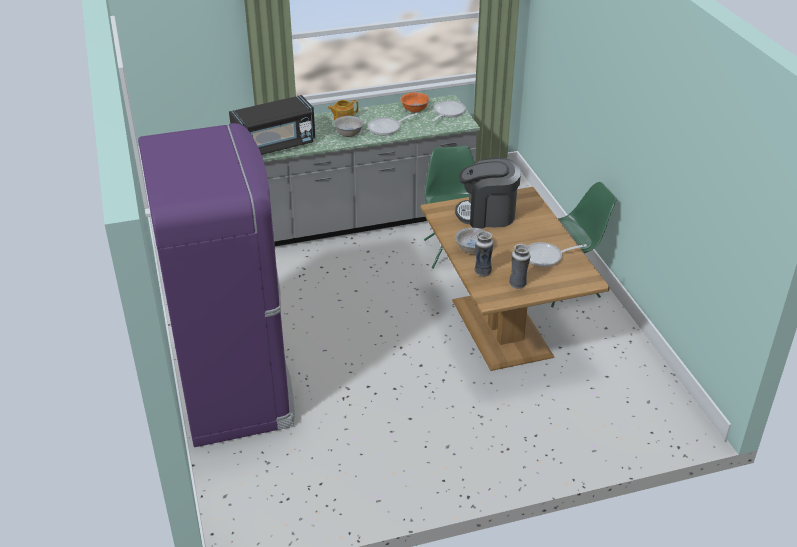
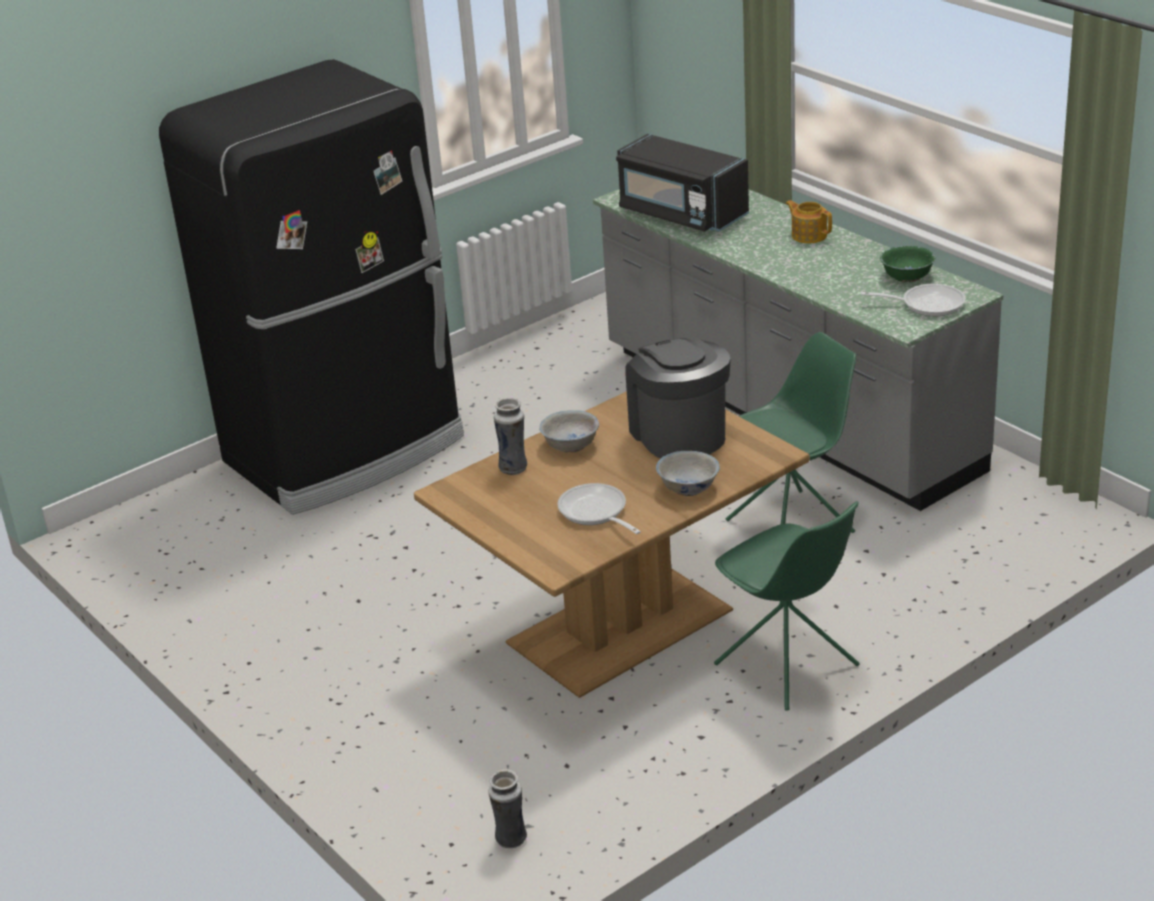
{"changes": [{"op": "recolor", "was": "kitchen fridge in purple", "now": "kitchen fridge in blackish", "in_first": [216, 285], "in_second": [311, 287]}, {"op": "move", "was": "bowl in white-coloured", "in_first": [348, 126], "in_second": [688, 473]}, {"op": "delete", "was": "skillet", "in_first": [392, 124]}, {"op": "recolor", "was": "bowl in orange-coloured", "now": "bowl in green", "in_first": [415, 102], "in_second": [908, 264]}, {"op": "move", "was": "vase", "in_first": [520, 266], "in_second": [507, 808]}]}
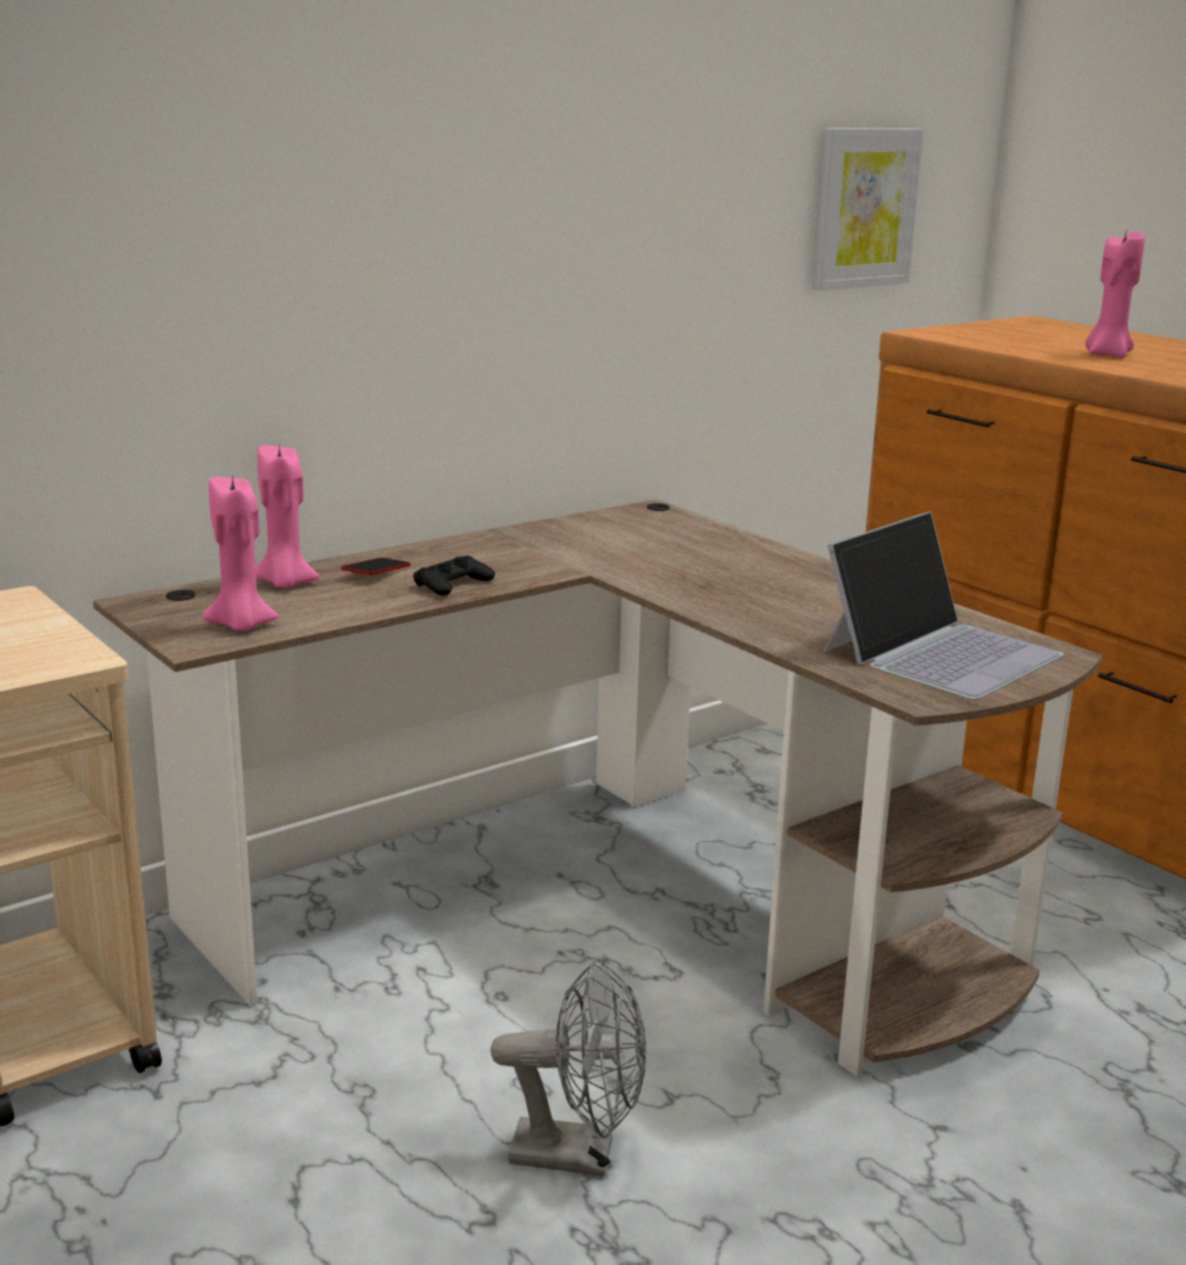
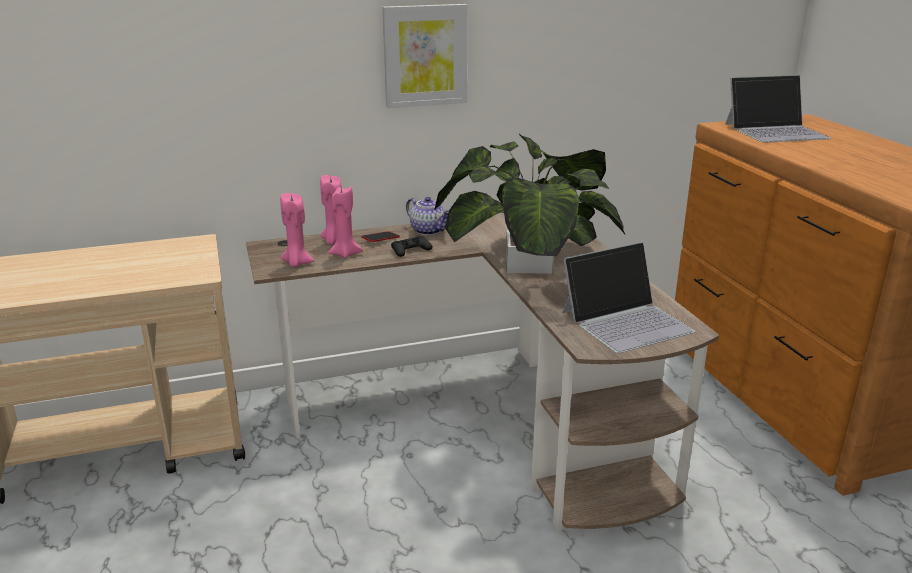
{"changes": [{"op": "delete", "was": "electric fan in gray", "in_first": [568, 1068]}, {"op": "move", "was": "wall picture", "in_first": [868, 209], "in_second": [425, 56]}, {"op": "move", "was": "wax light in pink-coloured", "in_first": [1115, 293], "in_second": [345, 222]}, {"op": "insert", "now": "tea pot", "in_second": [427, 216]}, {"op": "insert", "now": "plant in a pot", "in_second": [529, 203]}, {"op": "insert", "now": "portable computer", "in_second": [778, 109]}]}
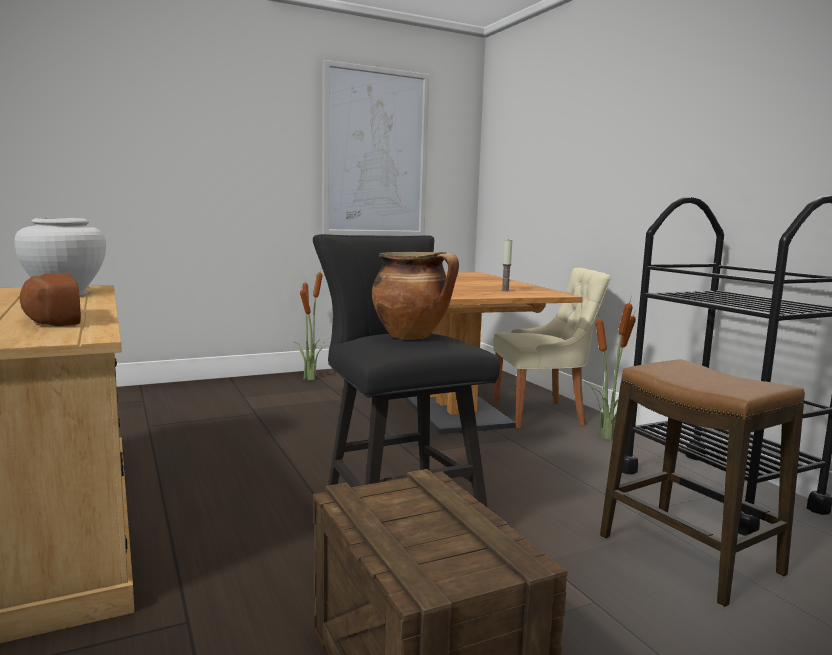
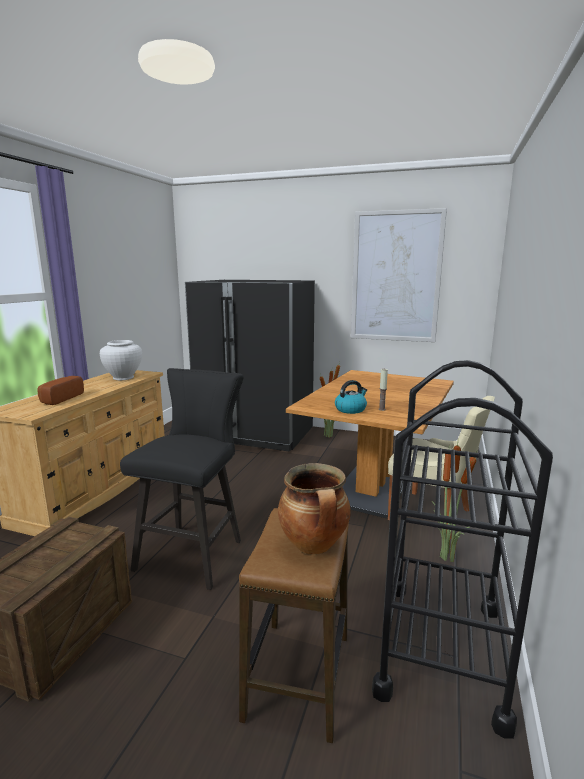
{"changes": [{"op": "move", "was": "cooking pot", "in_first": [415, 295], "in_second": [314, 508]}, {"op": "insert", "now": "kitchen fridge in blackish", "in_second": [250, 366]}, {"op": "insert", "now": "kettle", "in_second": [351, 397]}]}
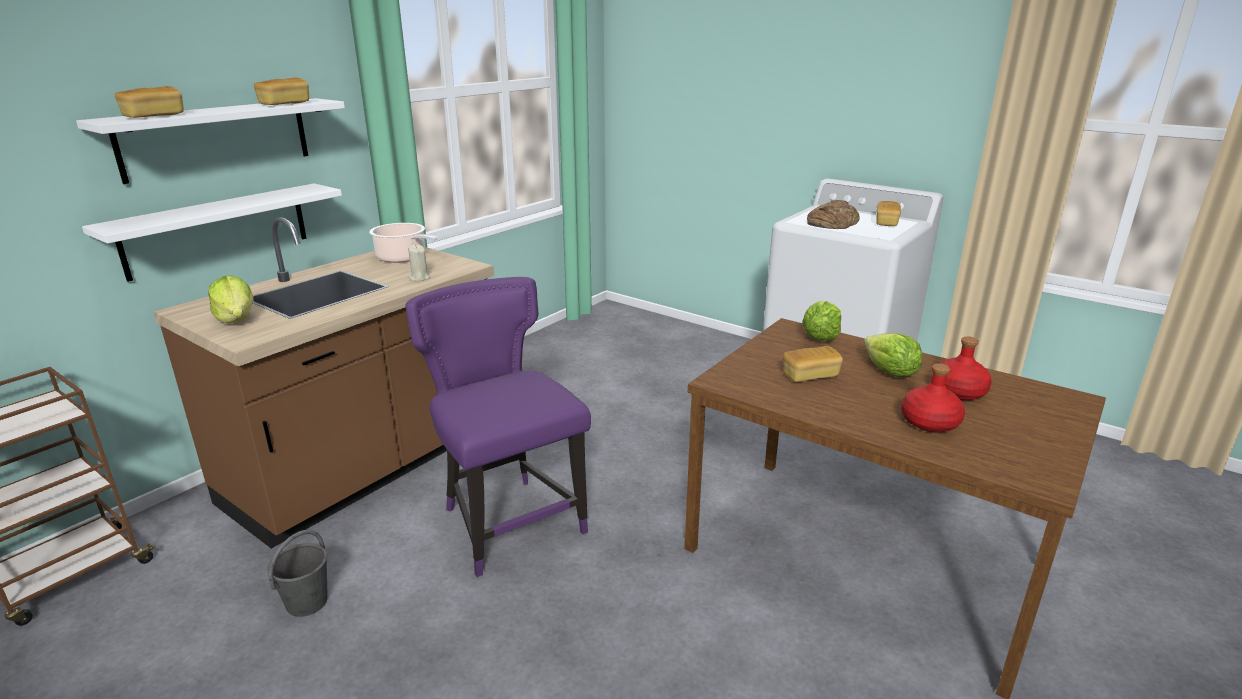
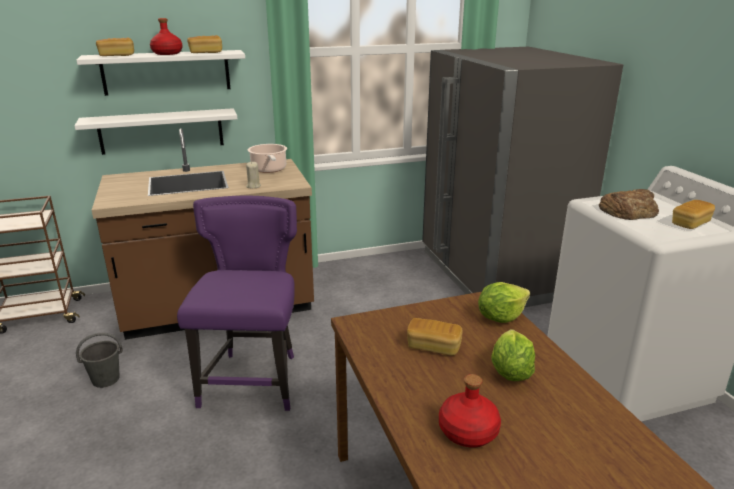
{"changes": [{"op": "delete", "was": "lettuce head", "in_first": [231, 299]}, {"op": "move", "was": "bottle in red", "in_first": [966, 368], "in_second": [166, 36]}, {"op": "insert", "now": "kitchen fridge in gray", "in_second": [522, 177]}]}
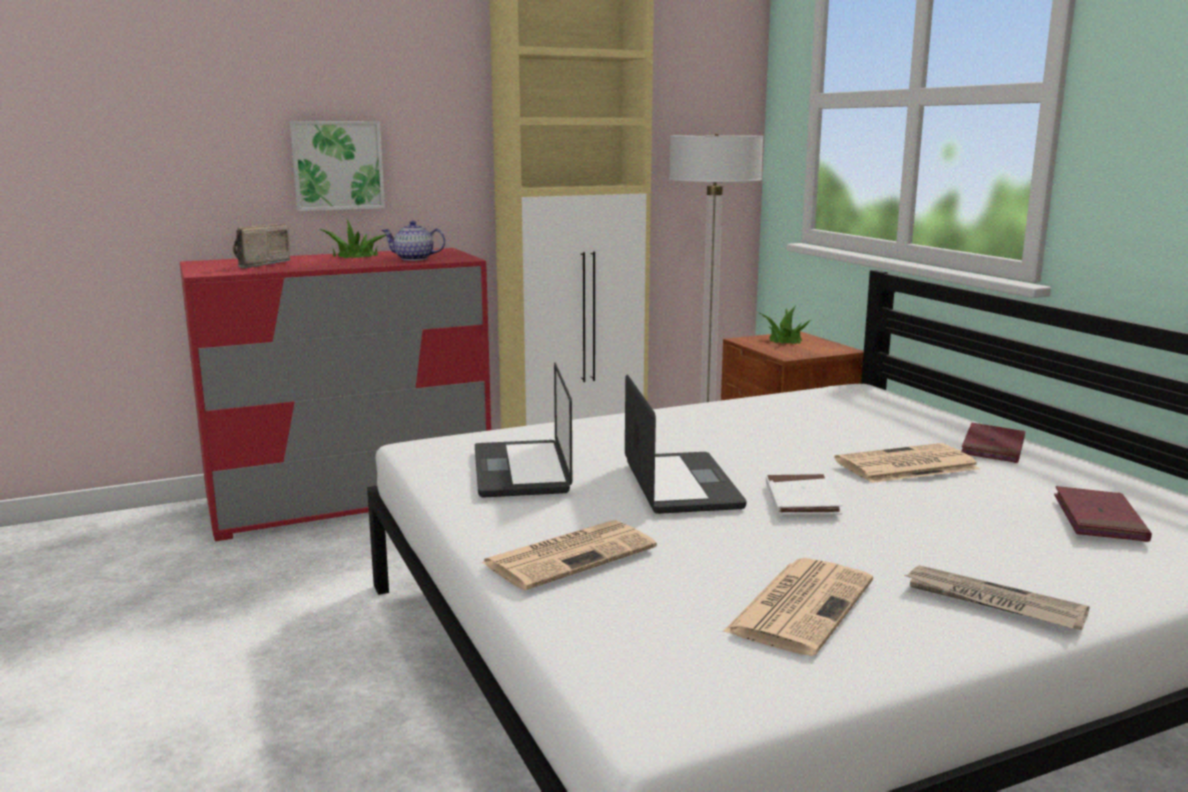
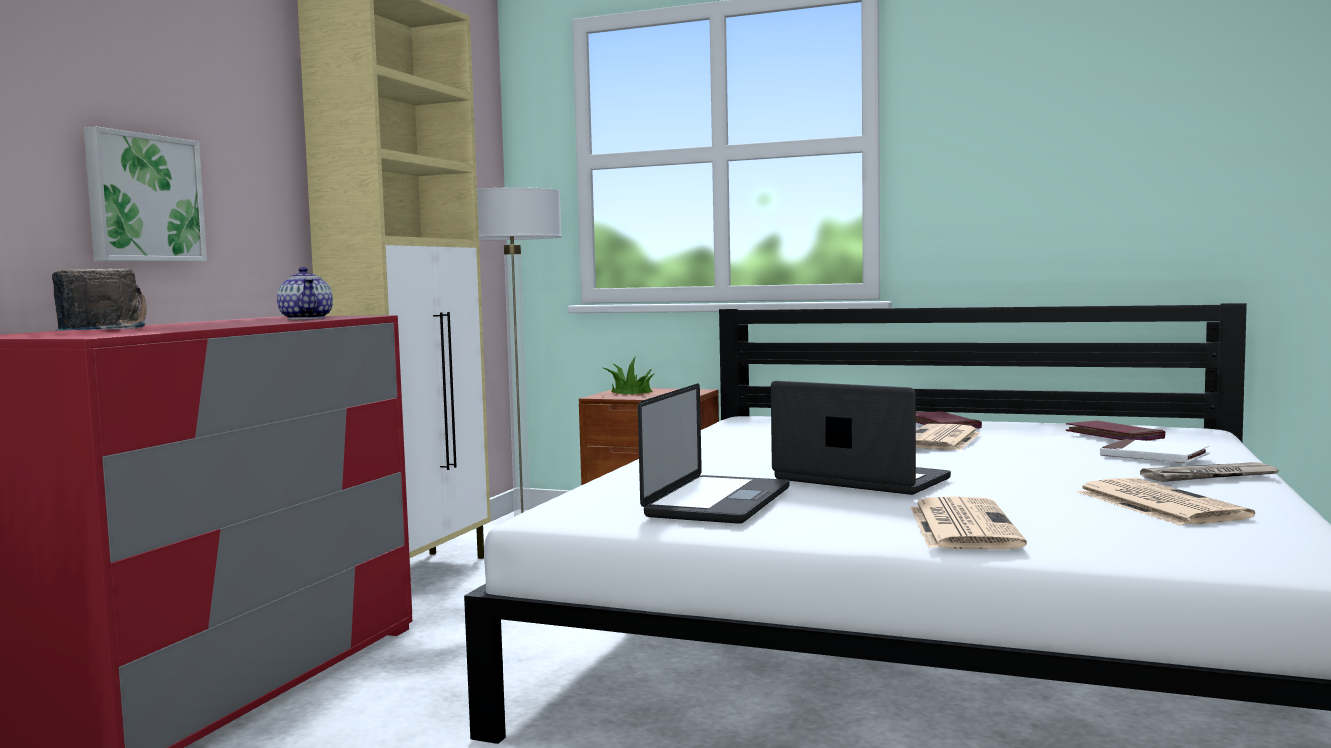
{"changes": [{"op": "rotate", "was": "radio receiver", "in_first": [262, 246], "in_second": [99, 299], "clockwise": -150}, {"op": "delete", "was": "plant in a pot", "in_first": [353, 238]}, {"op": "rotate", "was": "tea pot", "in_first": [413, 241], "in_second": [305, 293], "clockwise": -75}, {"op": "rotate", "was": "portable computer", "in_first": [523, 430], "in_second": [714, 454], "clockwise": -105}, {"op": "move", "was": "book in white-coloured", "in_first": [804, 494], "in_second": [1155, 451]}]}
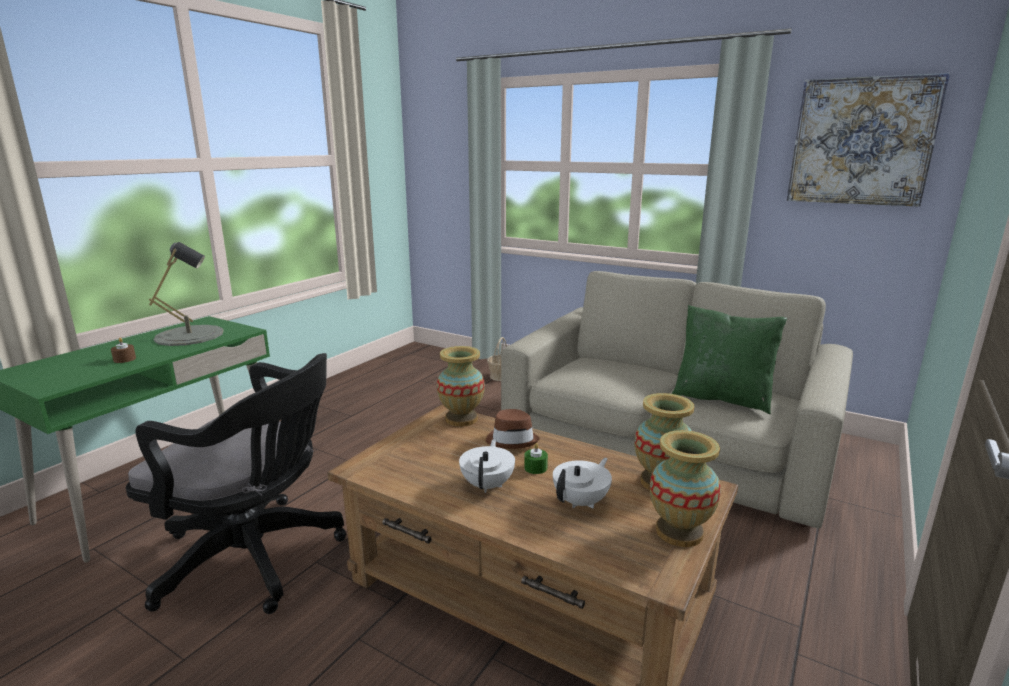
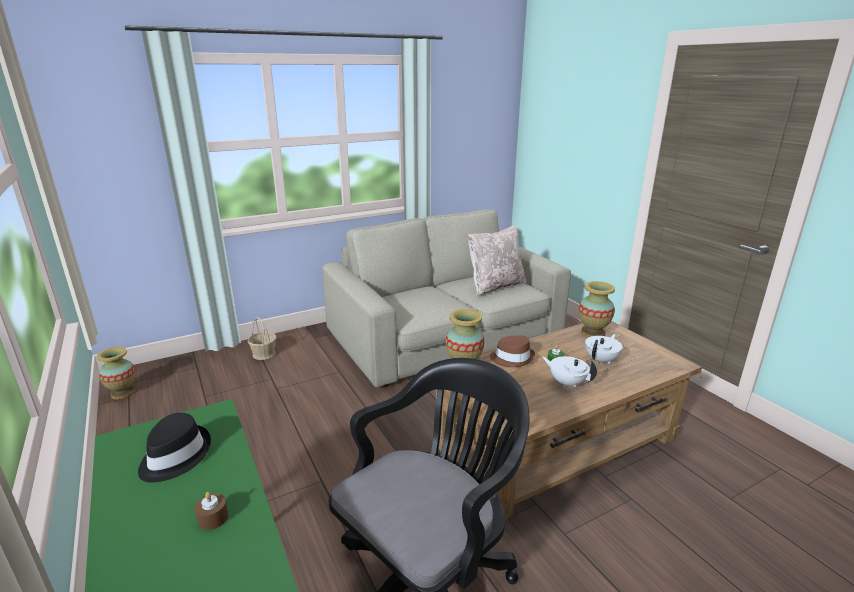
{"changes": [{"op": "replace", "was": "lamp for a table in gray", "now": "hat in blackish", "in_first": [186, 294], "in_second": [174, 448]}, {"op": "rotate", "was": "tea pot in white-coloured", "in_first": [582, 483], "in_second": [604, 349], "clockwise": 60}, {"op": "move", "was": "vase", "in_first": [685, 488], "in_second": [116, 373]}, {"op": "recolor", "was": "pillow in green", "now": "pillow in beige", "in_first": [729, 359], "in_second": [497, 260]}, {"op": "delete", "was": "wall picture", "in_first": [868, 140]}]}
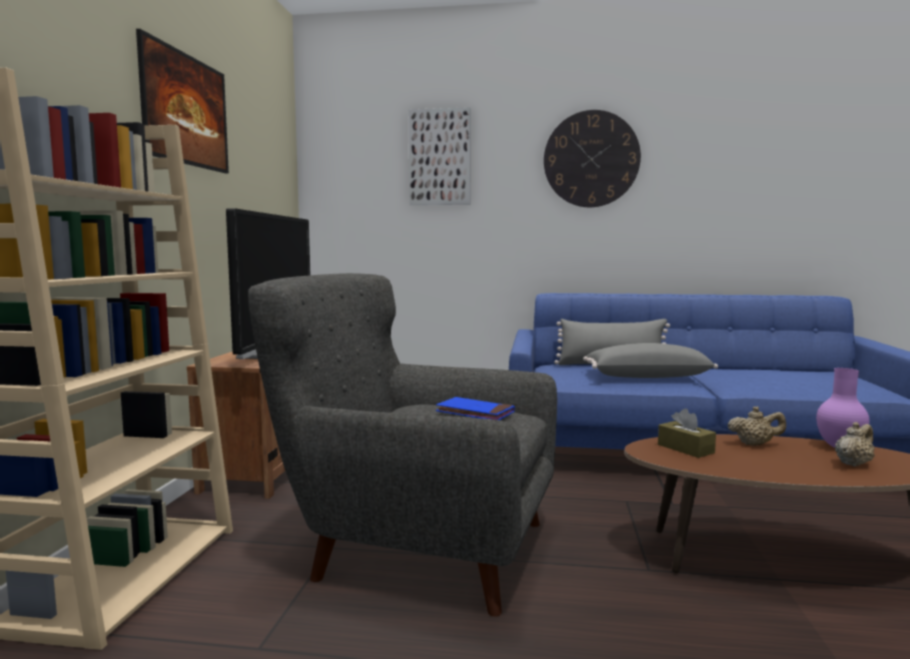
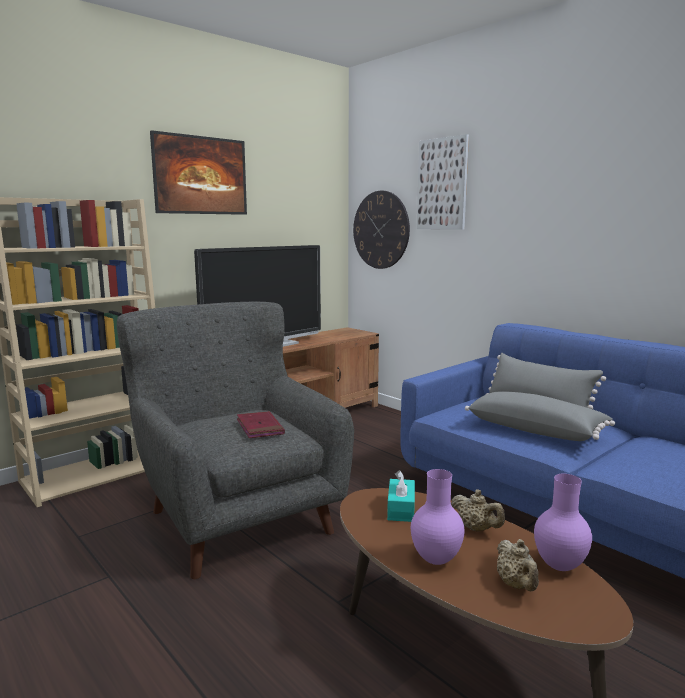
{"changes": [{"op": "recolor", "was": "book in blue", "now": "book in red", "in_first": [475, 408], "in_second": [261, 424]}, {"op": "move", "was": "wall clock", "in_first": [592, 158], "in_second": [381, 230]}, {"op": "recolor", "was": "box of tissues in brown", "now": "box of tissues in blue-green", "in_first": [687, 433], "in_second": [401, 496]}, {"op": "rotate", "was": "tea pot in beige", "in_first": [855, 444], "in_second": [518, 565], "clockwise": 75}, {"op": "insert", "now": "vase in purple", "in_second": [438, 517]}]}
